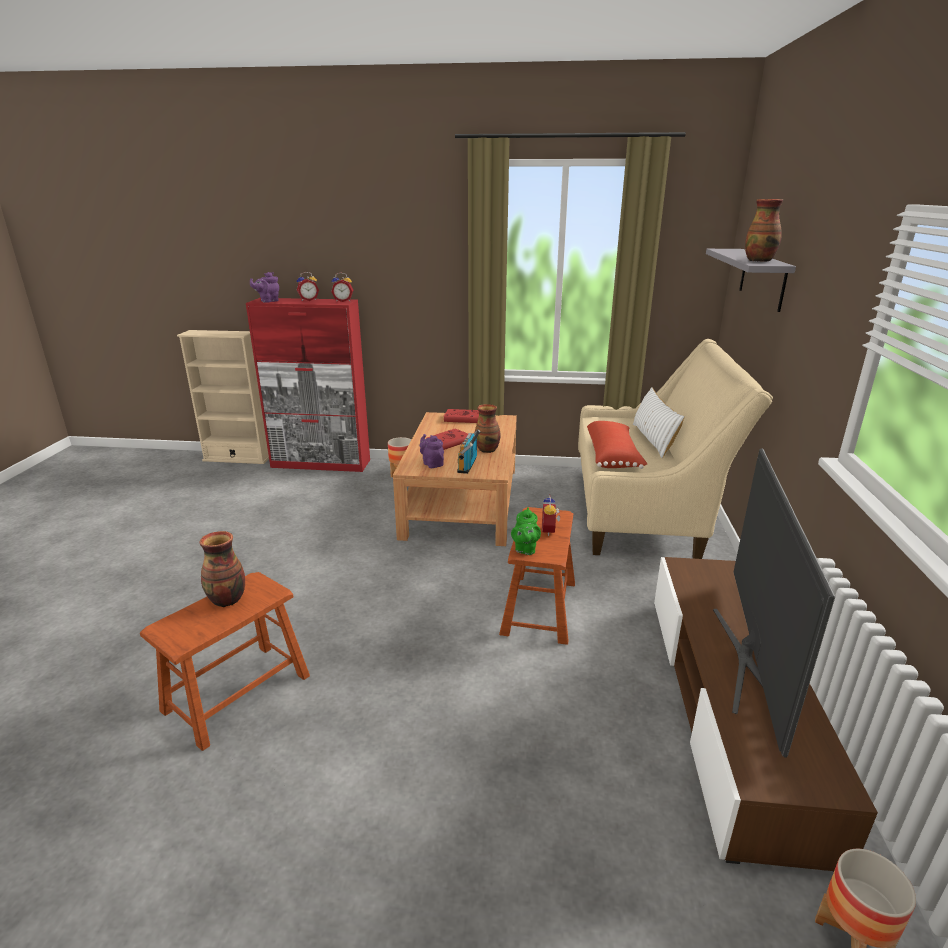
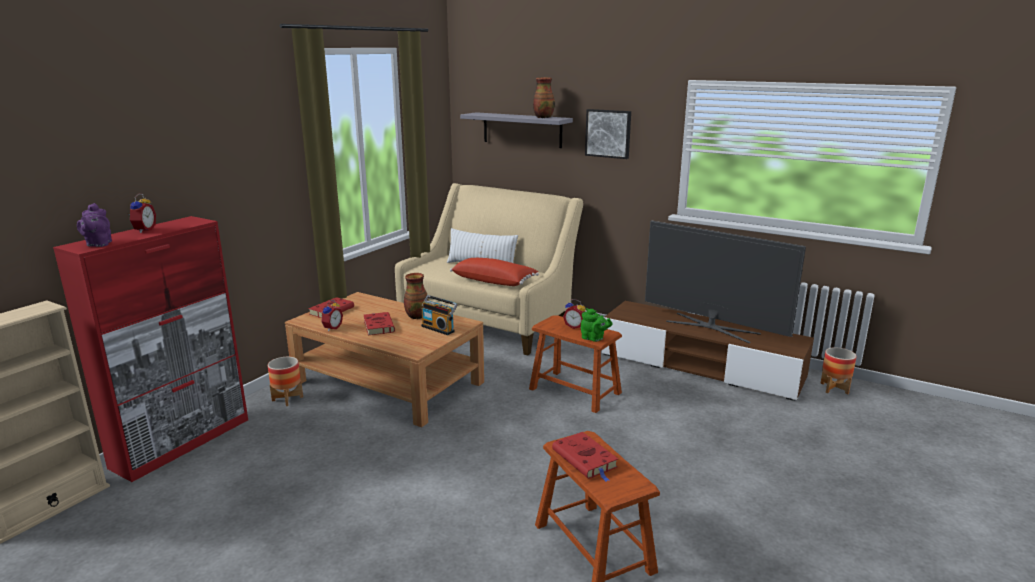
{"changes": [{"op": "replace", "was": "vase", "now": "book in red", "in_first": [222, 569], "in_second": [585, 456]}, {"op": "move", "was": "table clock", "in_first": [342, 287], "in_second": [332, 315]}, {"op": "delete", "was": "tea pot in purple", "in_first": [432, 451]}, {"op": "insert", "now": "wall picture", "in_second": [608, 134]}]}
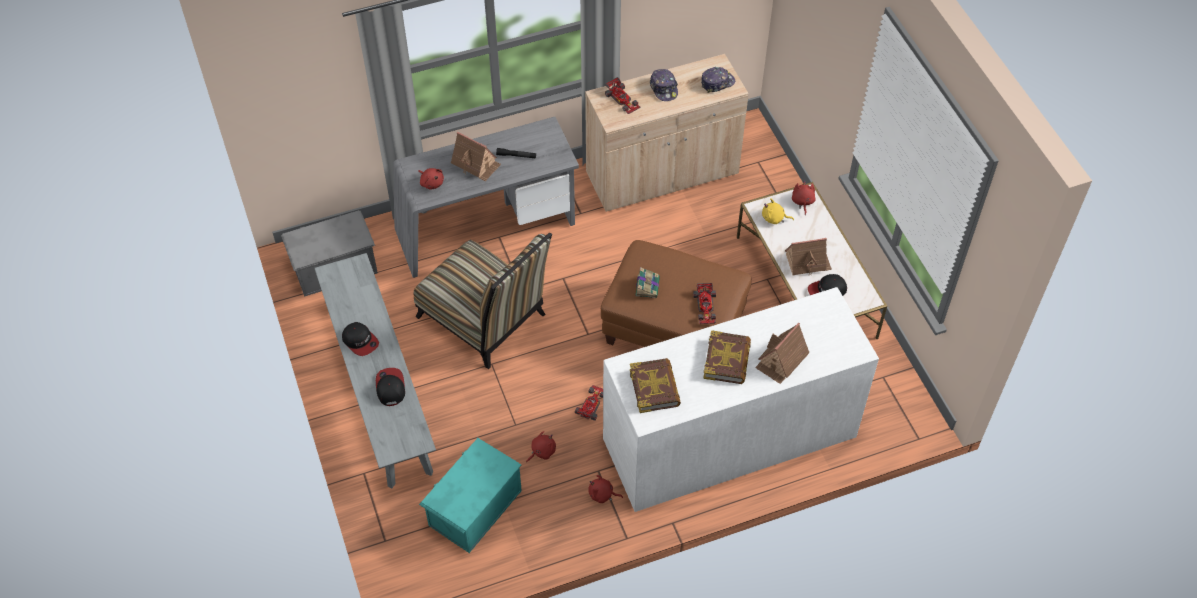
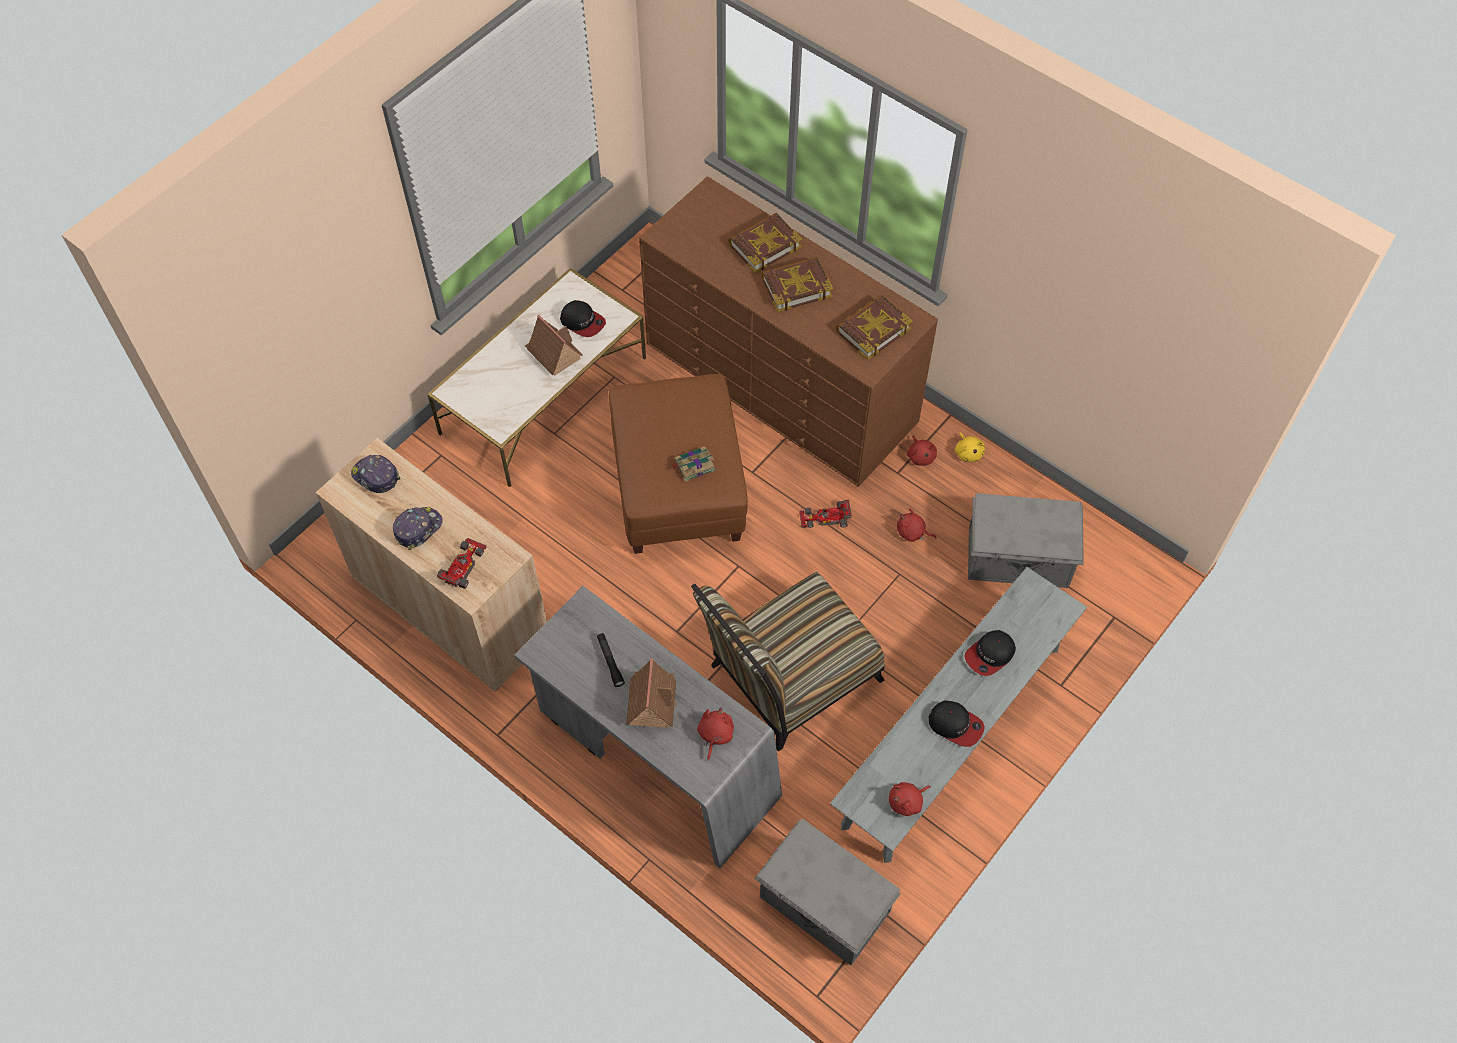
{"changes": [{"op": "rotate", "was": "peaked cap", "in_first": [360, 339], "in_second": [957, 724], "clockwise": 105}, {"op": "rotate", "was": "plain chair", "in_first": [483, 301], "in_second": [788, 661], "clockwise": -135}, {"op": "recolor", "was": "storage bin in blue-green", "now": "storage bin in gray", "in_first": [470, 495], "in_second": [1026, 540]}, {"op": "recolor", "was": "chest of drawers in white-coloured", "now": "chest of drawers in brown", "in_first": [741, 399], "in_second": [788, 331]}, {"op": "delete", "was": "model car", "in_first": [704, 303]}, {"op": "replace", "was": "model house", "now": "book", "in_first": [782, 353], "in_second": [765, 243]}, {"op": "move", "was": "plush toy in yellow-coloured", "in_first": [778, 211], "in_second": [970, 447]}, {"op": "move", "was": "plush toy in red", "in_first": [804, 197], "in_second": [910, 799]}]}
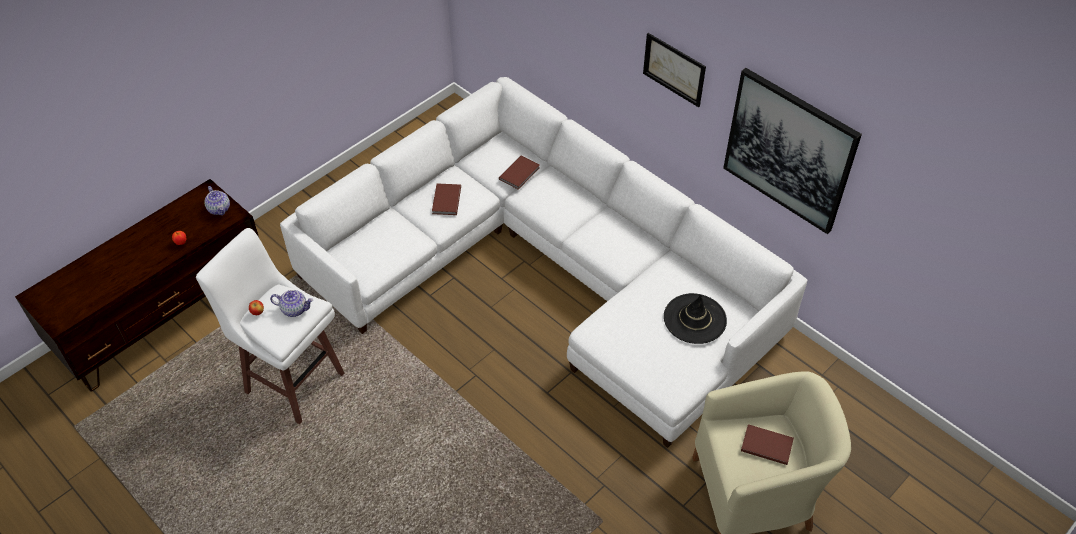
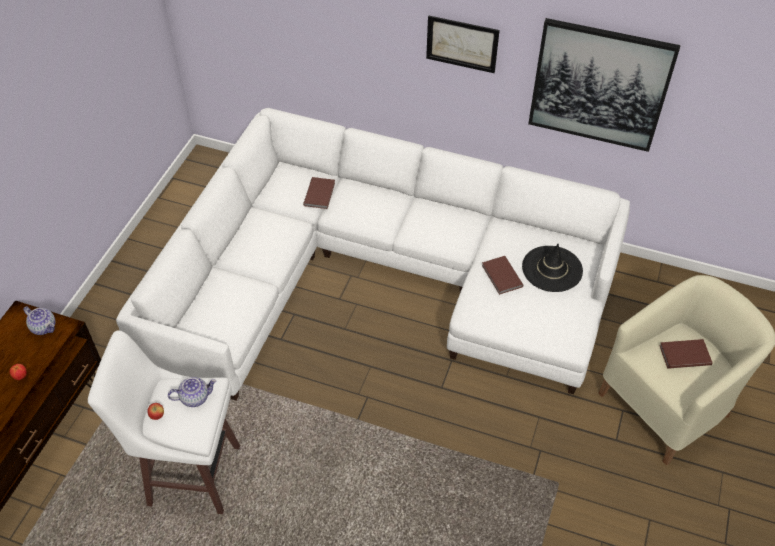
{"changes": [{"op": "move", "was": "book in brown", "in_first": [446, 199], "in_second": [503, 275]}]}
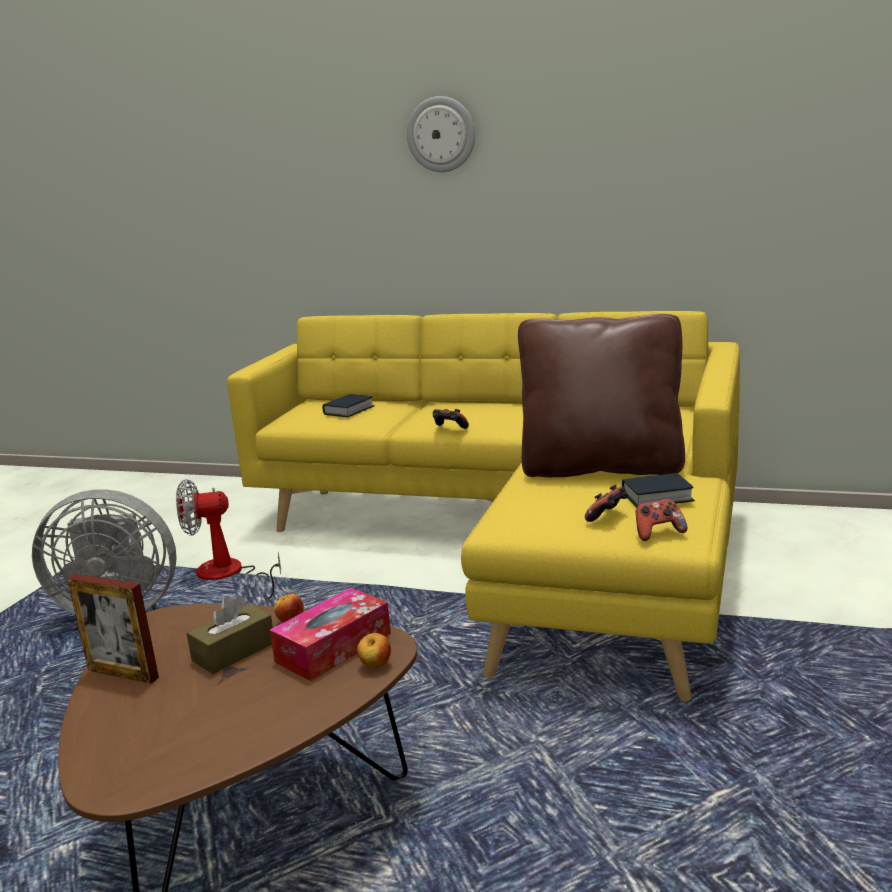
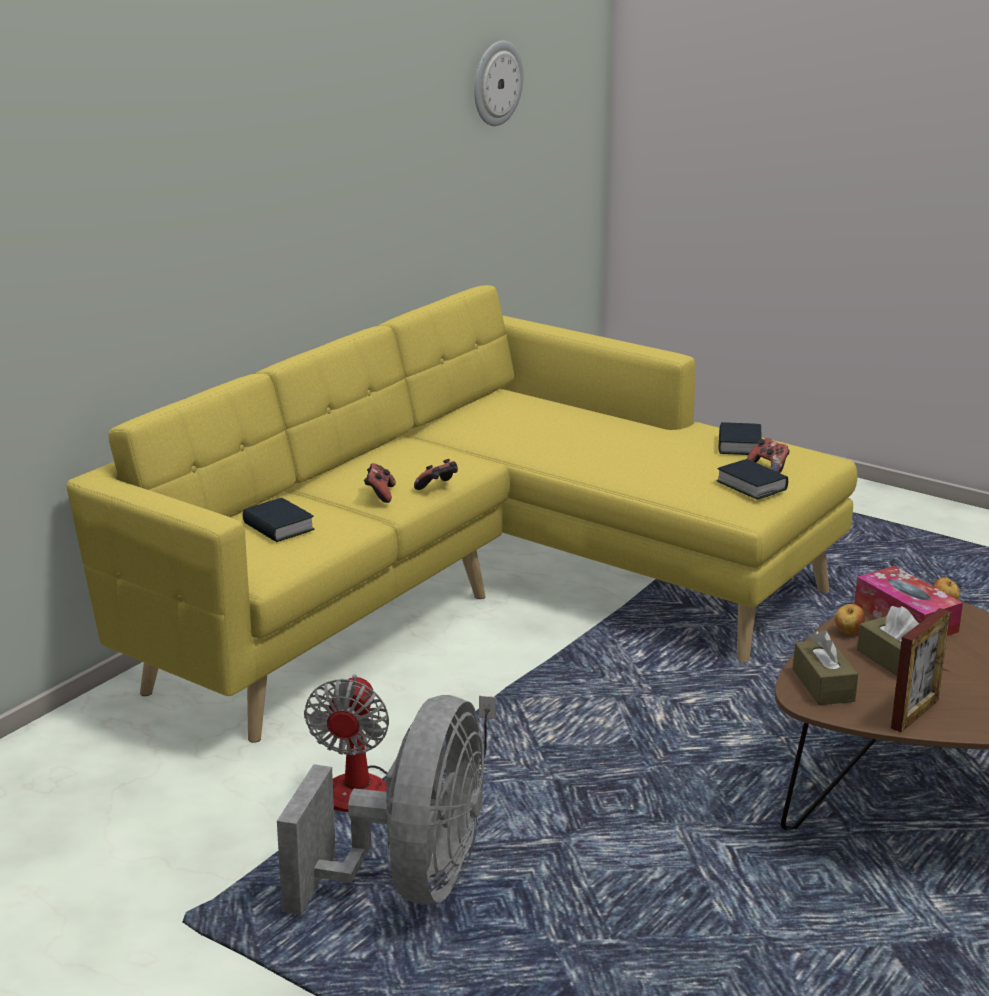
{"changes": [{"op": "move", "was": "wall clock", "in_first": [441, 134], "in_second": [498, 83]}, {"op": "delete", "was": "pillow in brown", "in_first": [601, 395]}, {"op": "move", "was": "game controller", "in_first": [661, 520], "in_second": [380, 483]}, {"op": "insert", "now": "book", "in_second": [752, 479]}, {"op": "insert", "now": "box of tissues in brown", "in_second": [825, 667]}]}
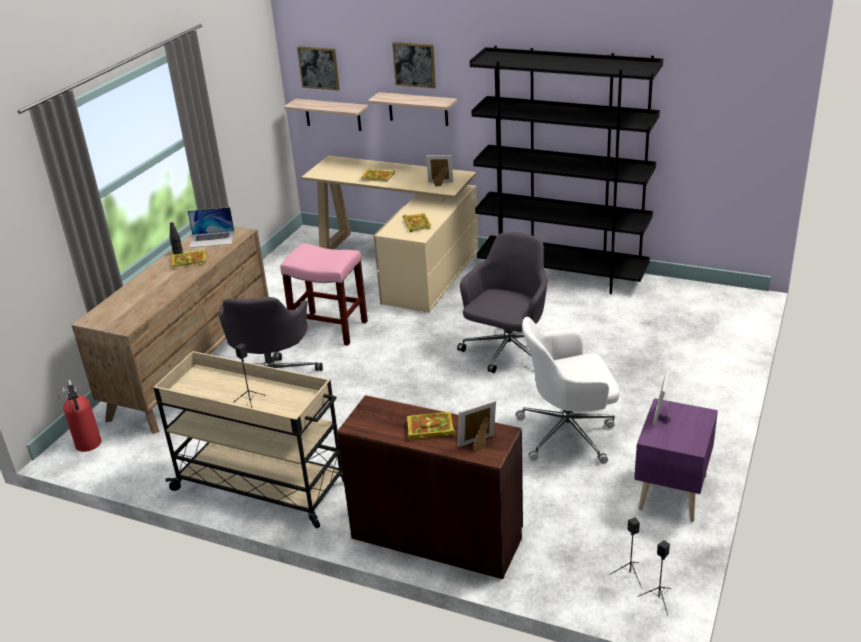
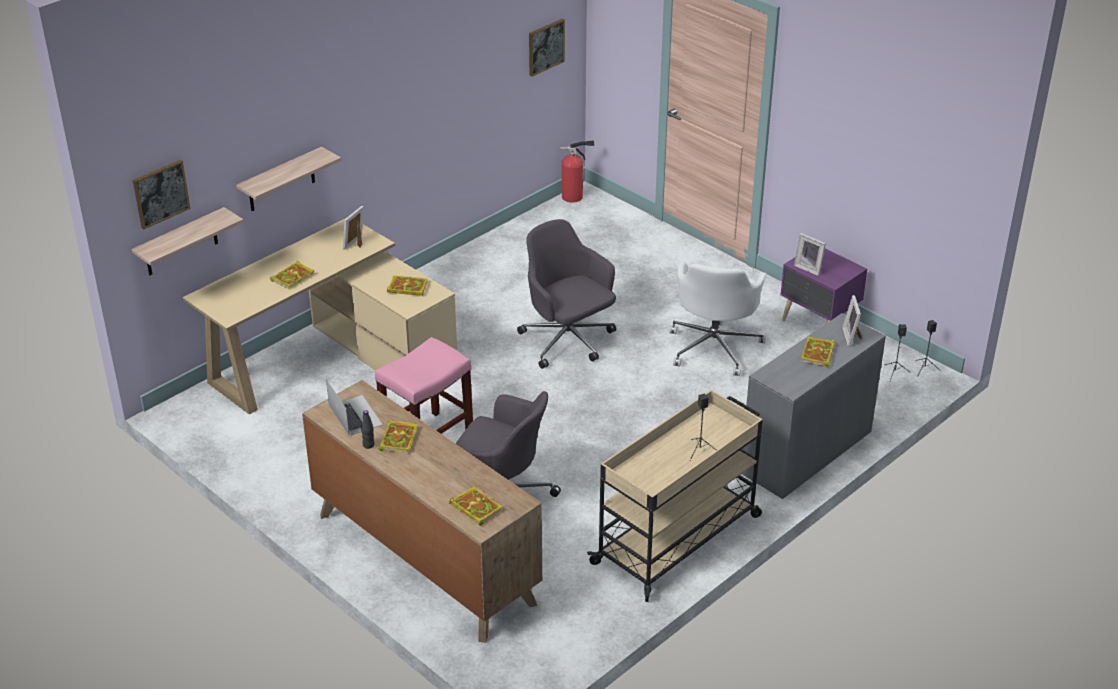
{"changes": [{"op": "move", "was": "fire-fighting cylinder", "in_first": [79, 416], "in_second": [576, 171]}, {"op": "rotate", "was": "portable computer", "in_first": [211, 227], "in_second": [354, 407], "clockwise": -45}, {"op": "recolor", "was": "desk in brown", "now": "desk in gray", "in_first": [430, 487], "in_second": [814, 406]}, {"op": "move", "was": "wall picture", "in_first": [414, 65], "in_second": [547, 48]}, {"op": "delete", "was": "bookshelf in blackish", "in_first": [566, 170]}, {"op": "insert", "now": "book", "in_second": [476, 506]}]}
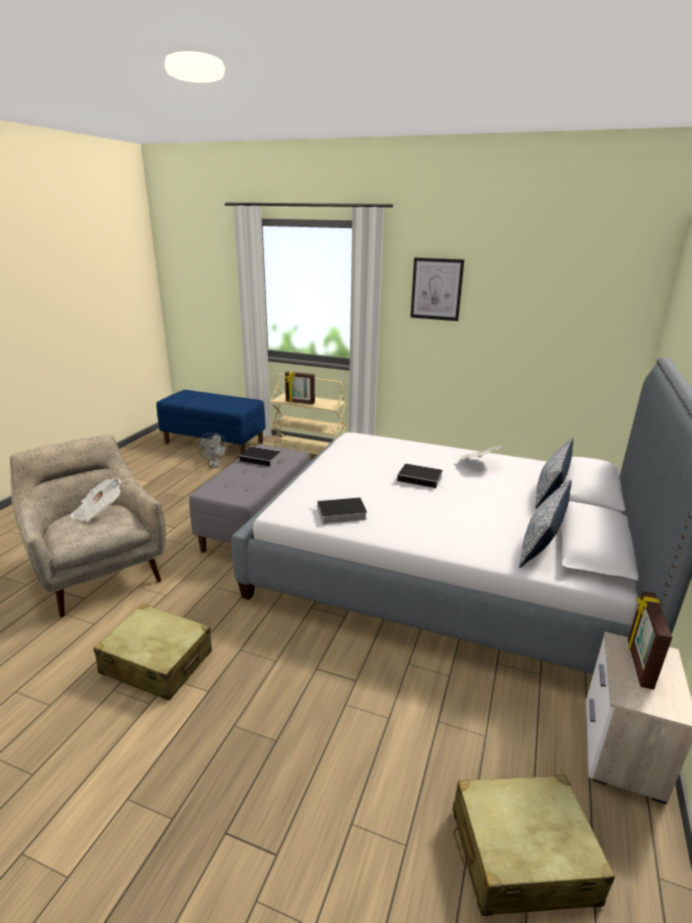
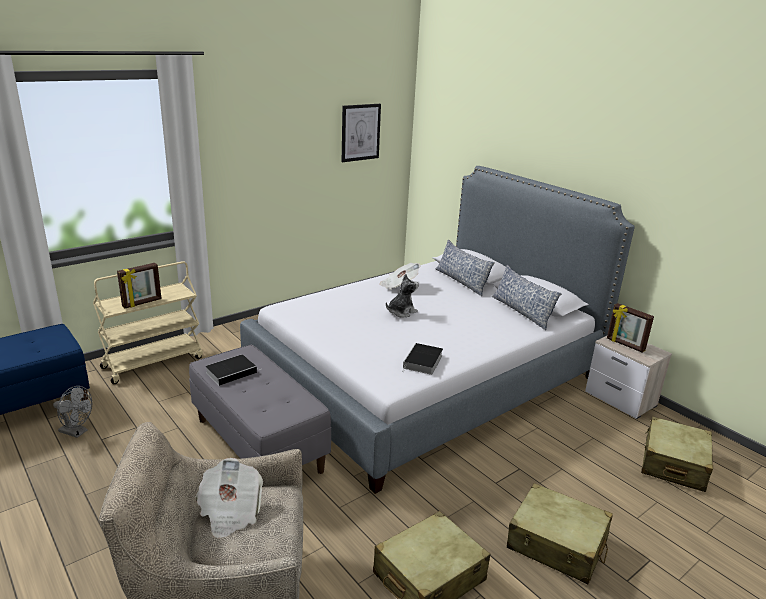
{"changes": [{"op": "replace", "was": "book", "now": "plush toy", "in_first": [420, 476], "in_second": [402, 296]}, {"op": "move", "was": "wall picture", "in_first": [437, 289], "in_second": [361, 133]}, {"op": "insert", "now": "travel case in beige", "in_second": [560, 533]}]}
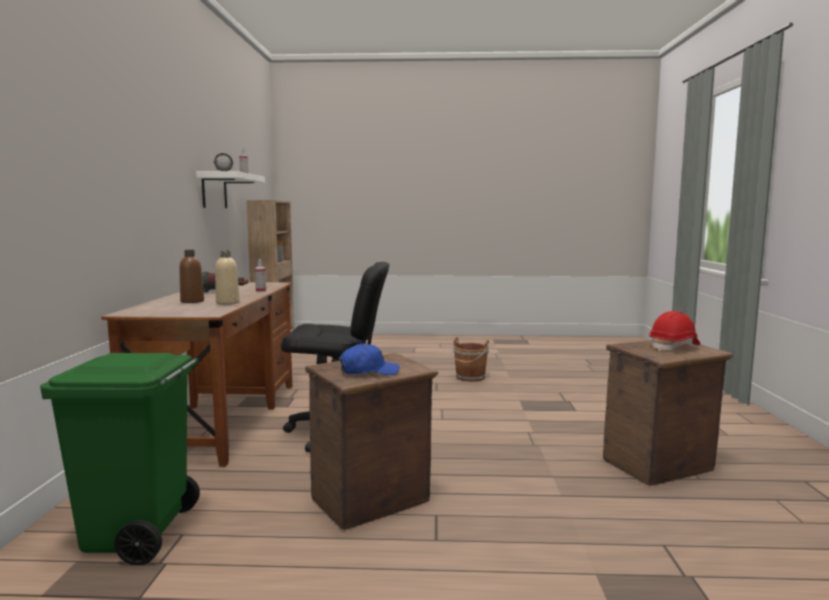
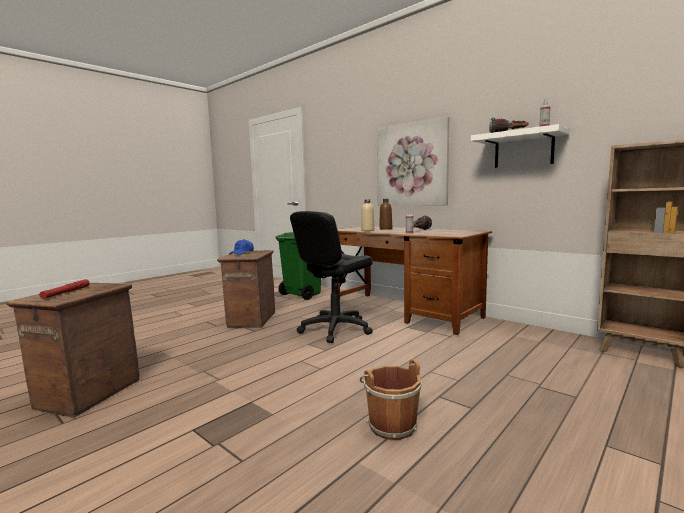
{"changes": [{"op": "replace", "was": "work helmet in red", "now": "flashlight in red", "in_first": [674, 331], "in_second": [64, 289]}, {"op": "insert", "now": "wall picture", "in_second": [413, 161]}]}
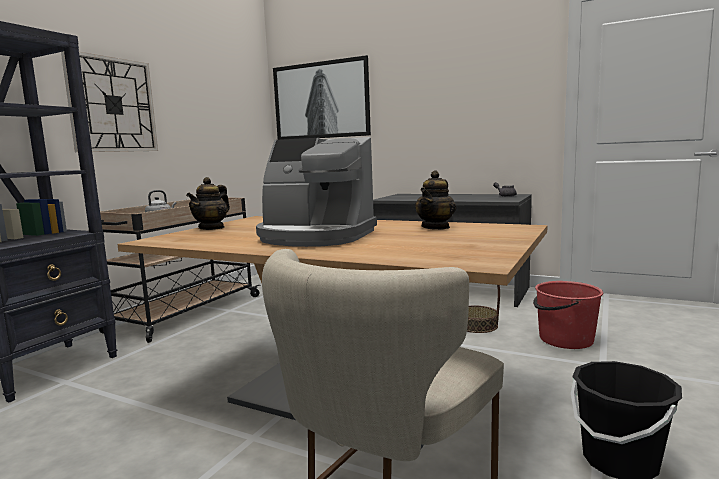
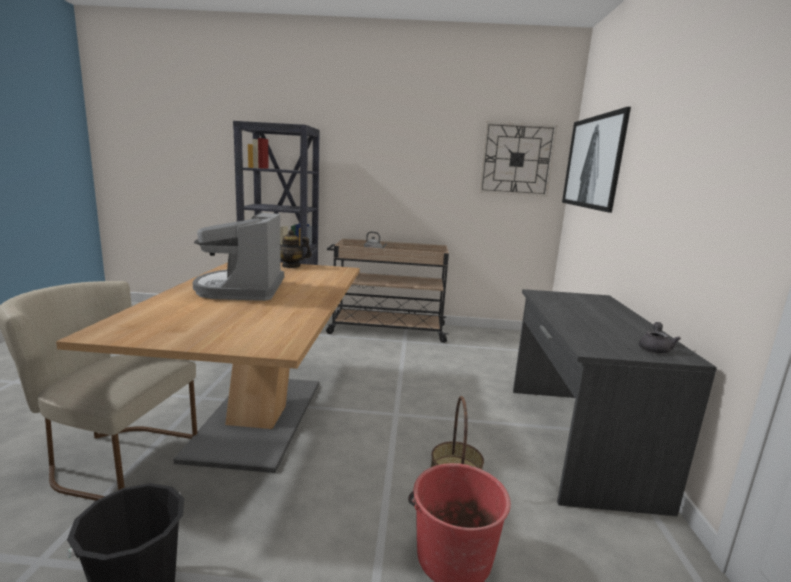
{"changes": [{"op": "move", "was": "wall clock", "in_first": [109, 101], "in_second": [518, 159]}, {"op": "delete", "was": "tea pot", "in_first": [435, 200]}]}
